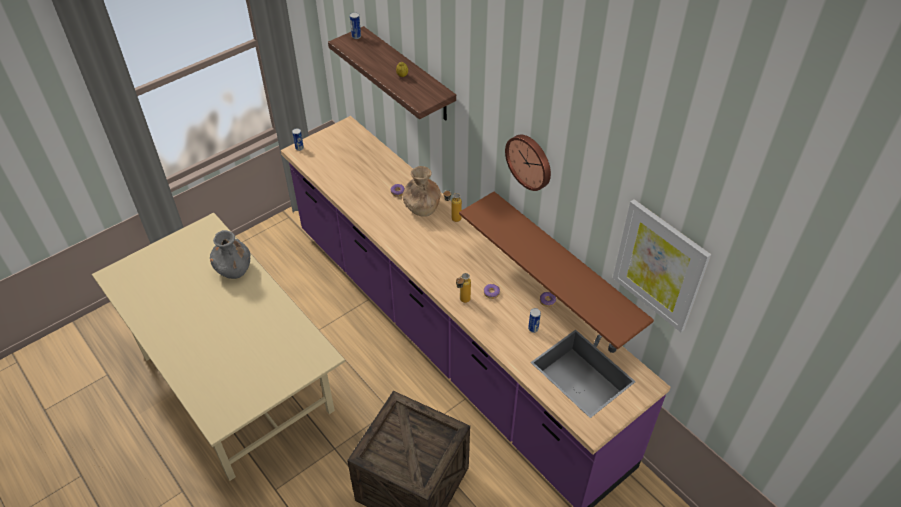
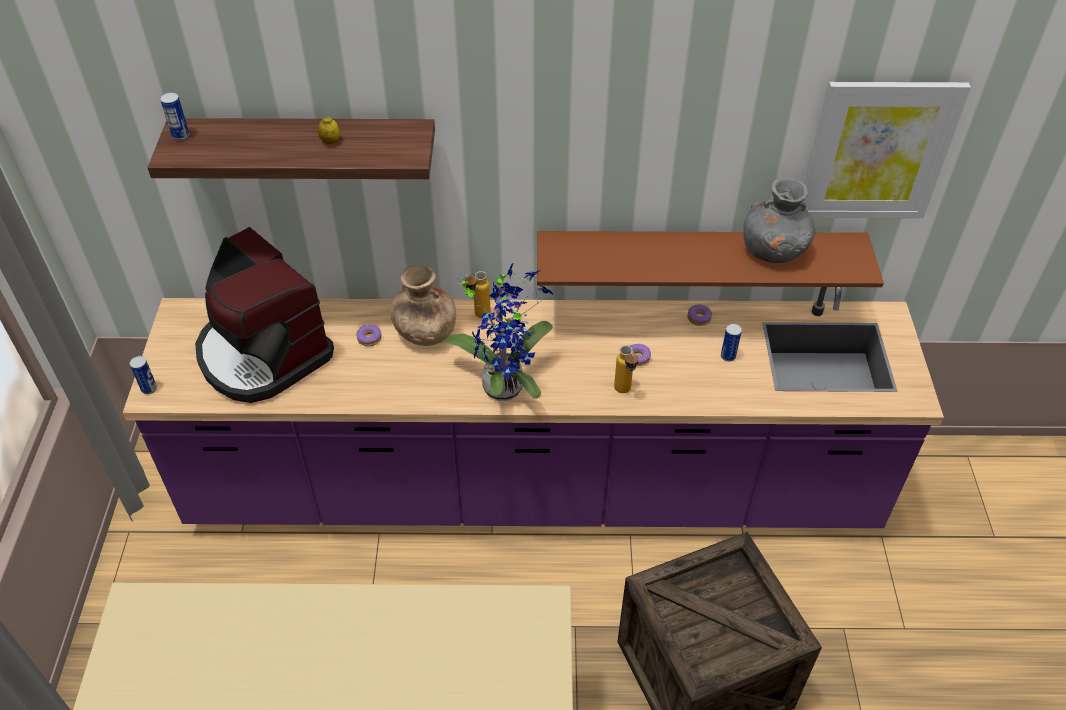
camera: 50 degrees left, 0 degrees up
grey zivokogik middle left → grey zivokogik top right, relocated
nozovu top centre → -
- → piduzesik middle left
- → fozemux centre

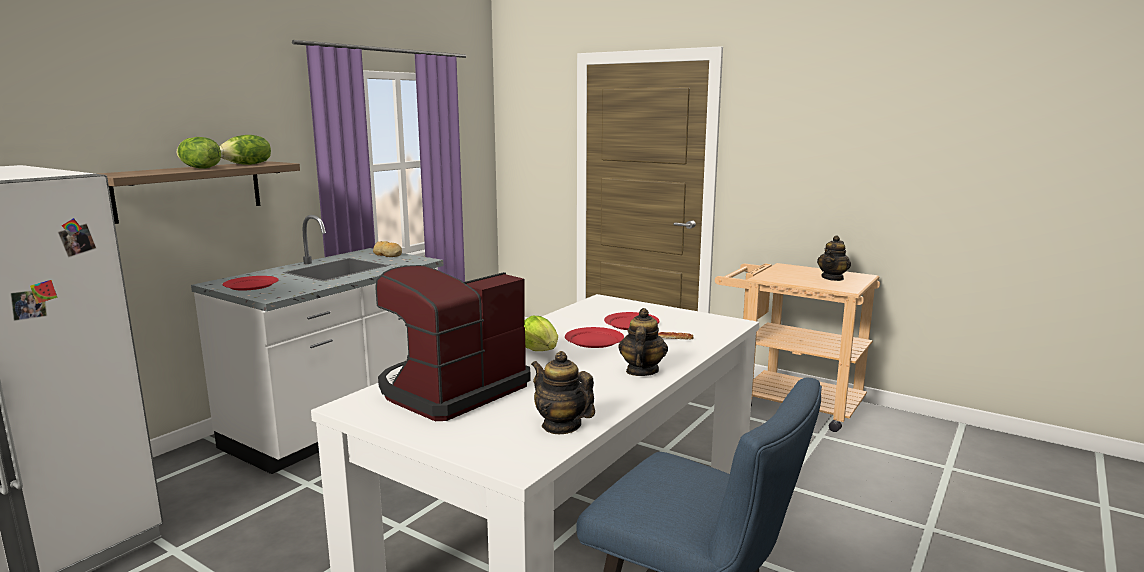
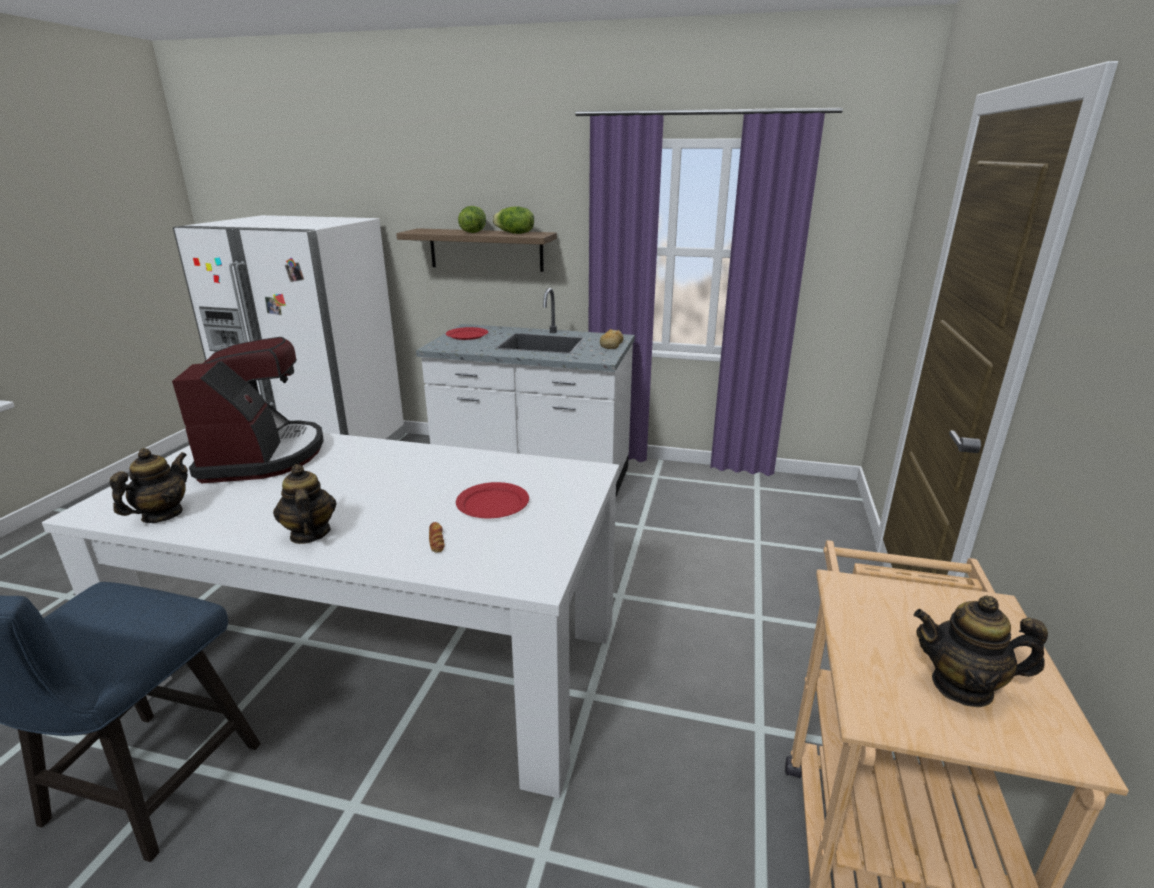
camera: 70 degrees right, 10 degrees up
piduzesik centre → piduzesik middle left, 60 degrees clockwise
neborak (no. 3 from left) centre → -
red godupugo (no. 2 from left) centre → -
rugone (no. 2 from left) centre → rugone (no. 2 from left) middle left, 105 degrees counterclockwise

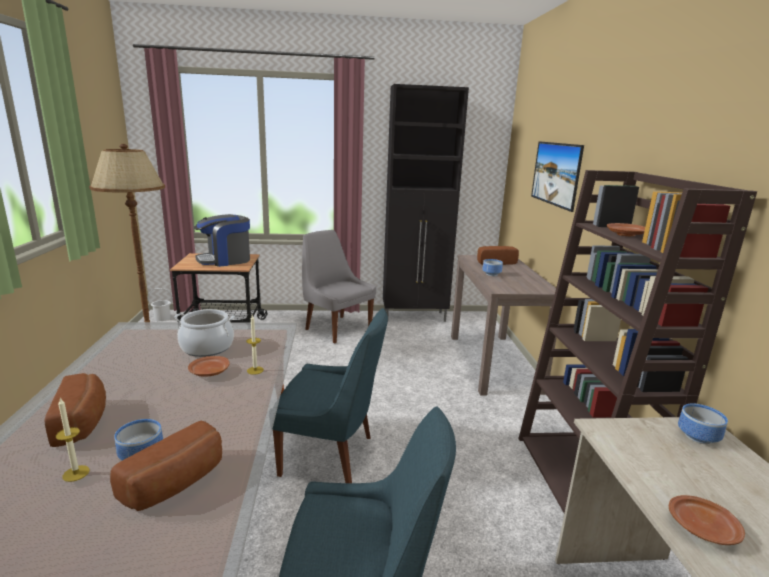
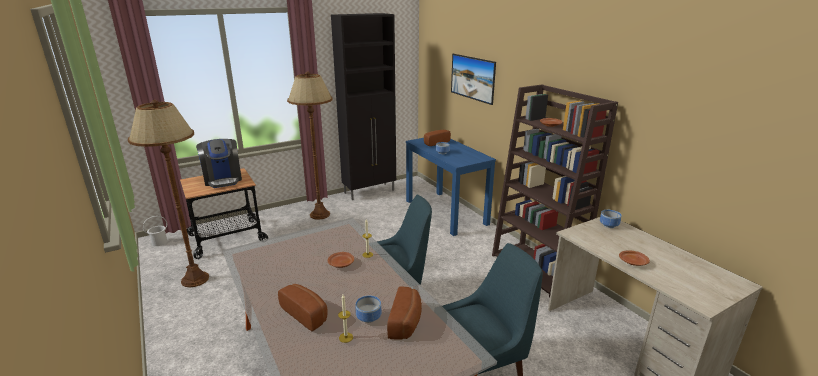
camera: 25 degrees left, 5 degrees up
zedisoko middle left → -
piduzesik middle left, 60 degrees counterclockwise
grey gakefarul centre → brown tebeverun (no. 2 from left) centre
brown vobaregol centre → blue vobaregol centre

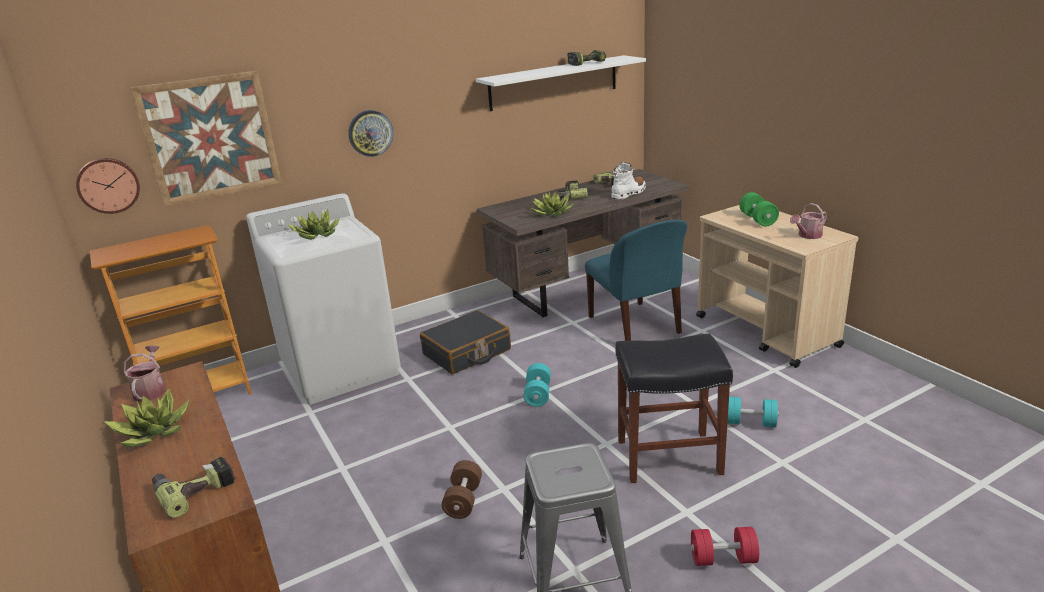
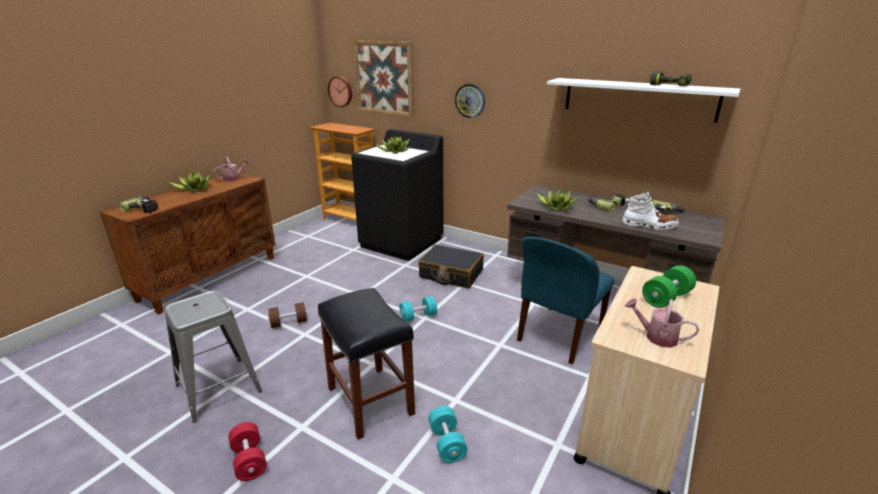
camera: 60 degrees right, 0 degrees up
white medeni middle left → black medeni centre

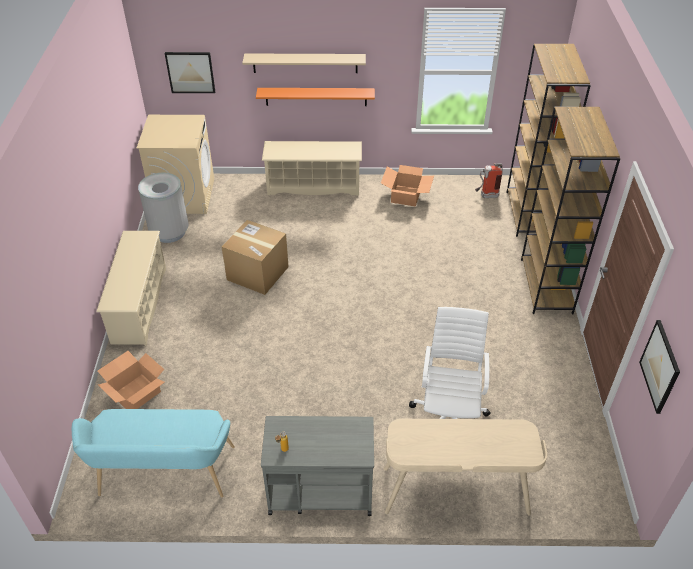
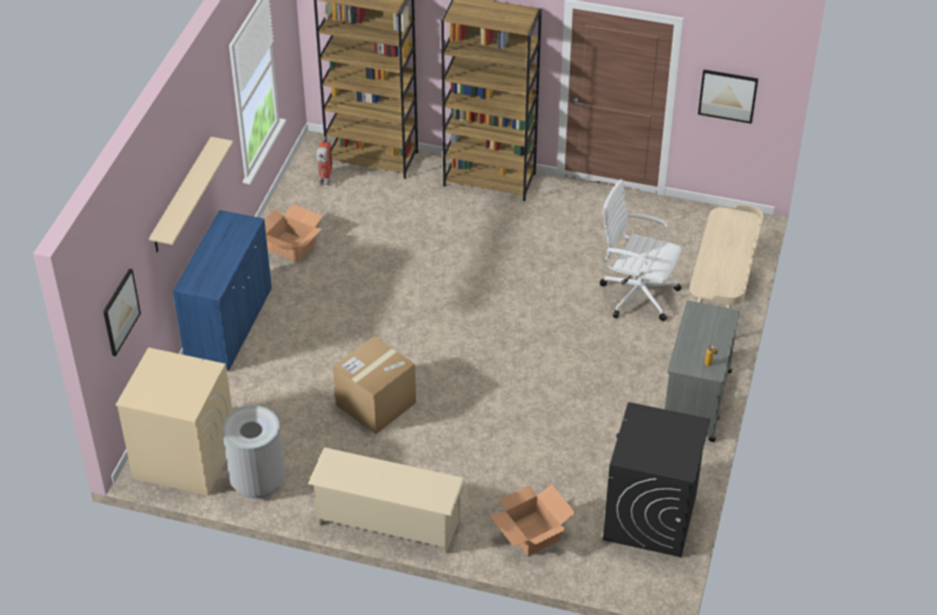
camera: 75 degrees left, 0 degrees up
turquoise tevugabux bottom left → black medeni bottom right
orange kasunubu top centre → -
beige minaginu (no. 2 from left) top centre → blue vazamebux middle left

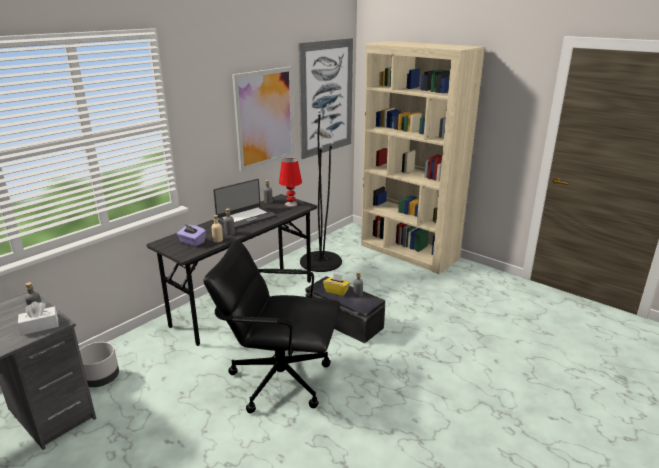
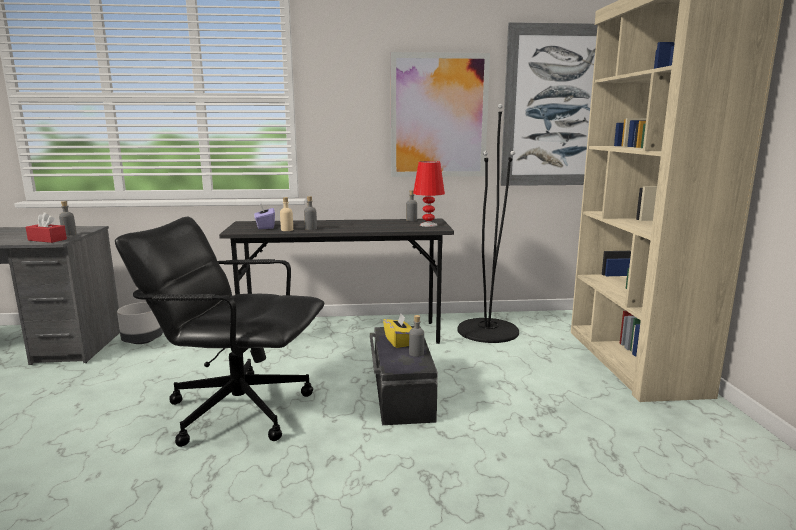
camera: 45 degrees right, 10 degrees down
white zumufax bottom left → red zumufax middle left
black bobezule bottom centre → black bobezule middle left, 45 degrees counterclockwise
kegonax centre → -

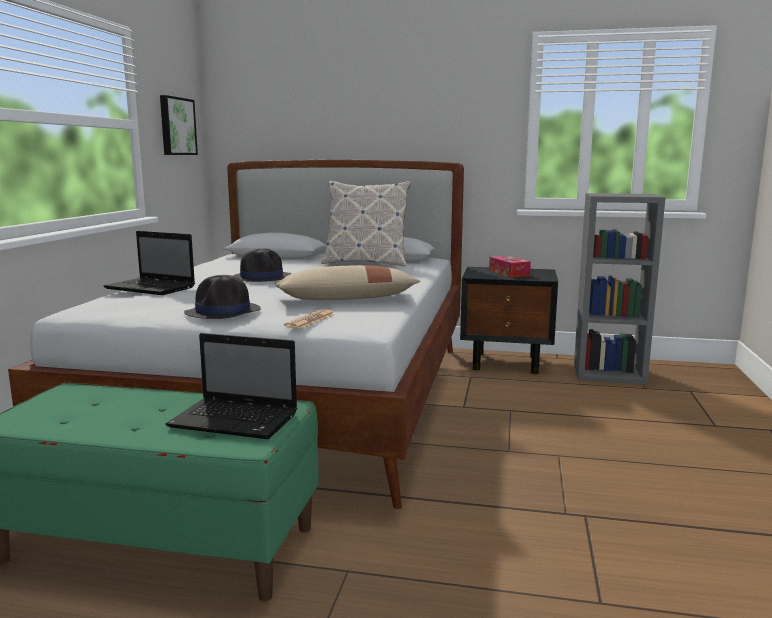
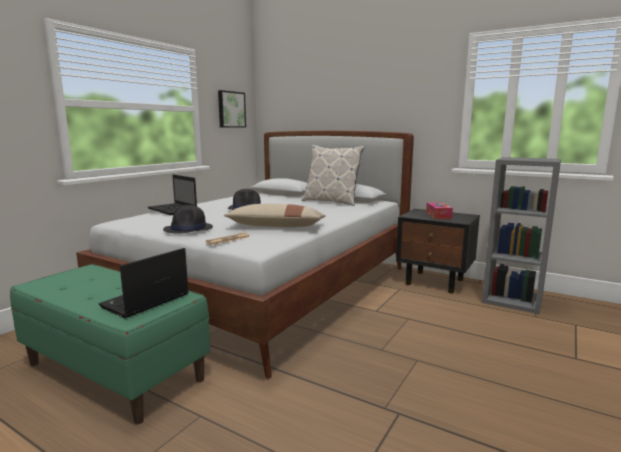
camera: 20 degrees right, 0 degrees up
kegonax (no. 2 from left in the first image) middle left → kegonax (no. 1 from left) middle left, 90 degrees clockwise

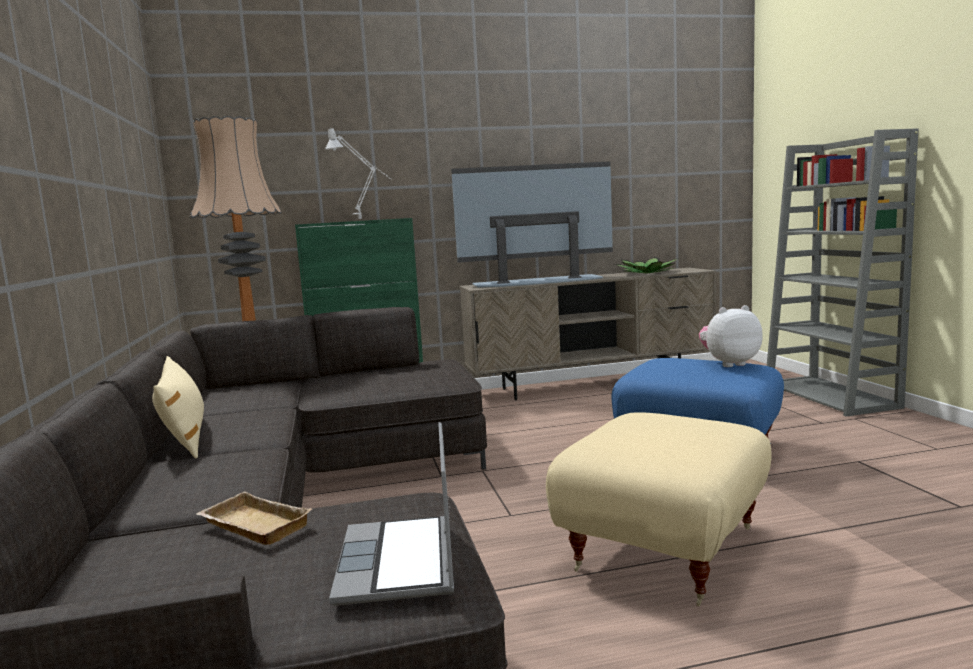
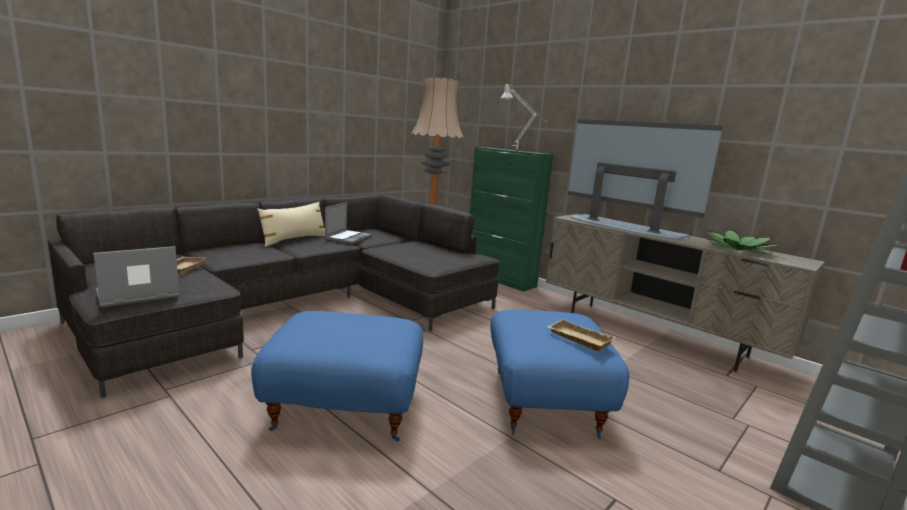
camera: 55 degrees right, 5 degrees up
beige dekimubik bottom right → blue dekimubik (no. 1 from left) bottom centre
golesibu middle right → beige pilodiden (no. 2 from left) centre
- → kegonax (no. 2 from left) centre

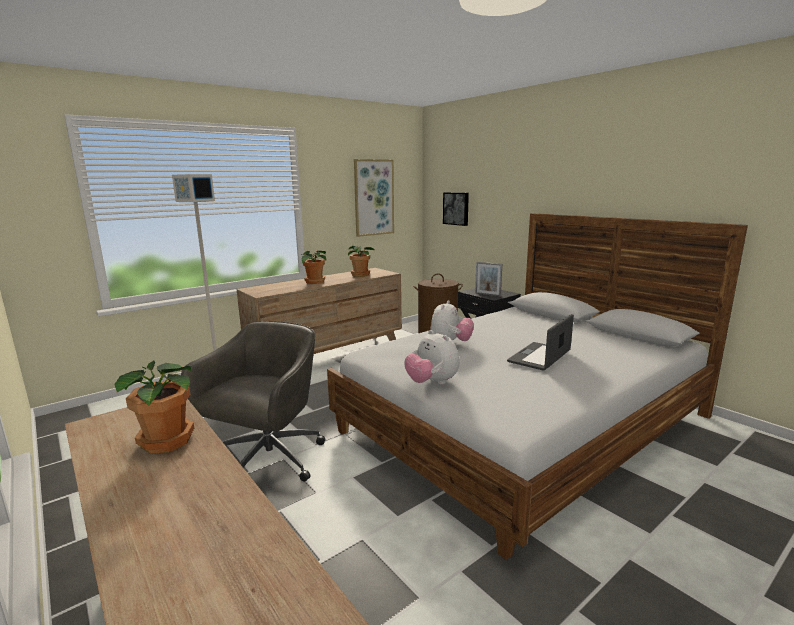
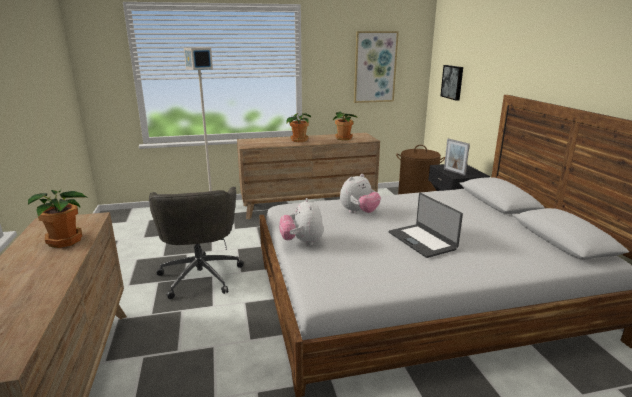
camera: 25 degrees right, 5 degrees up
grey bobezule middle left, 120 degrees clockwise
kegonax middle right, 90 degrees counterclockwise

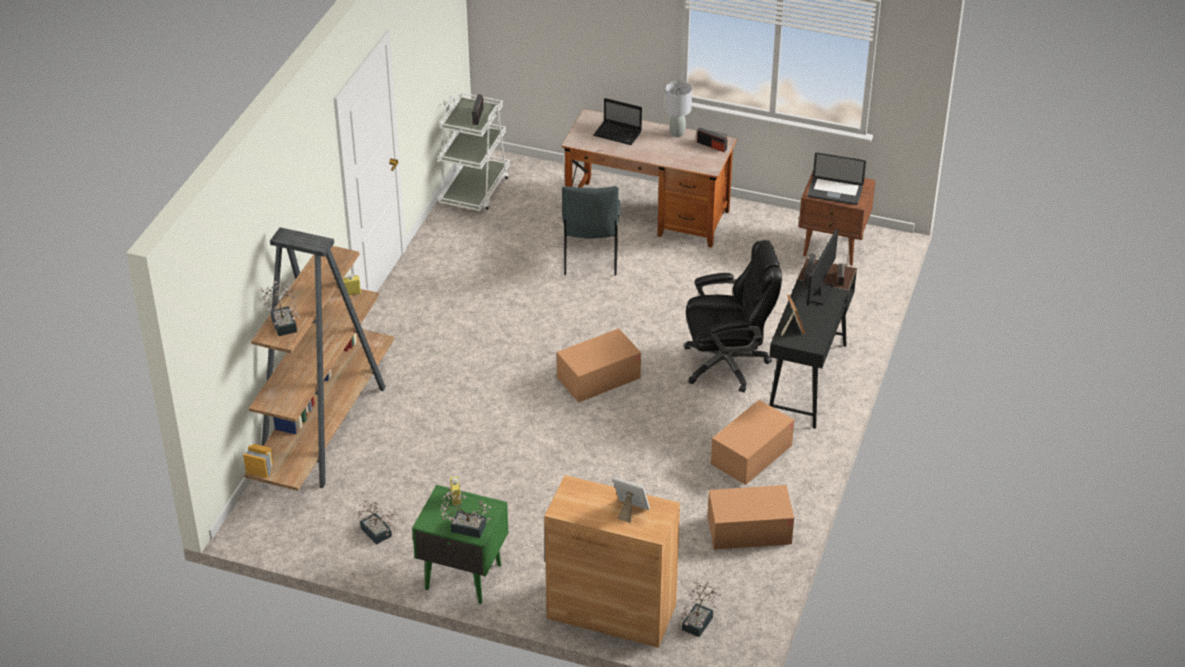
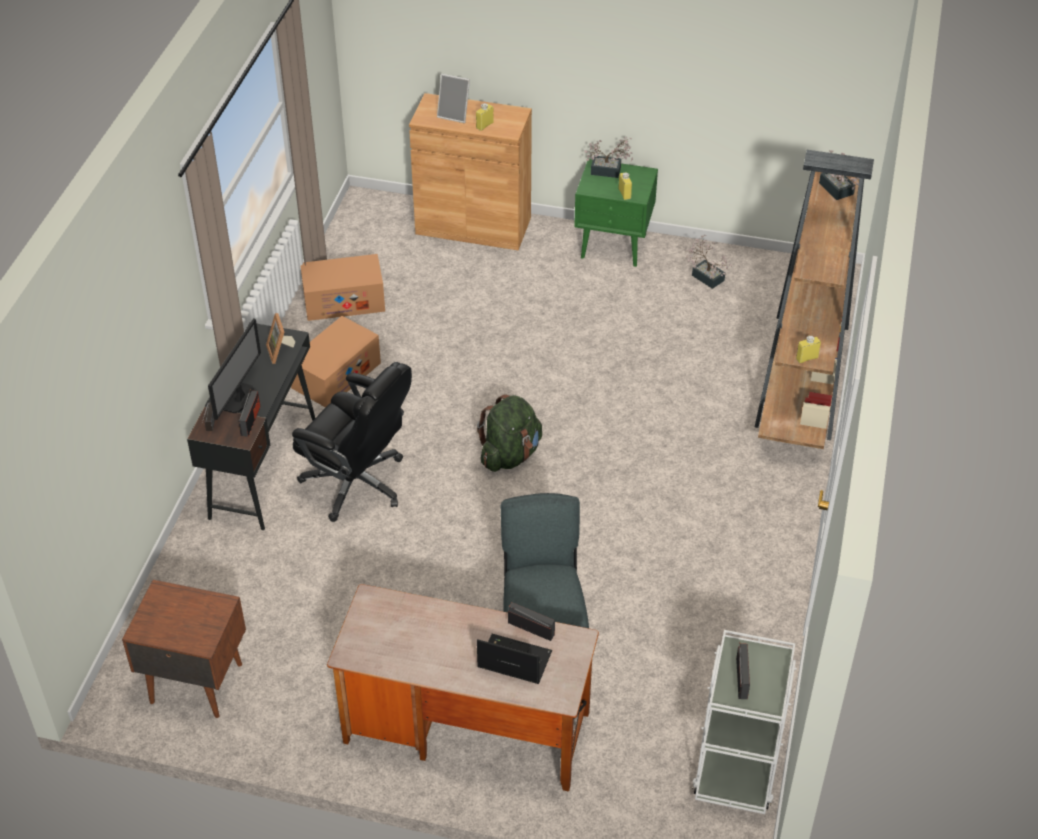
camera: 175 degrees right, 5 degrees up
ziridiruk (no. 1 from left) centre → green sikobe centre
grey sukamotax top centre → -
fozemux (no. 4 from left) bottom centre → -
black bobezule centre, 135 degrees counterclockwise
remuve (no. 2 from left in the first image) top centre → remuve (no. 3 from left) bottom centre, relocated
kegonax (no. 2 from left) top right → -
- → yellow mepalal (no. 1 from left) top centre

